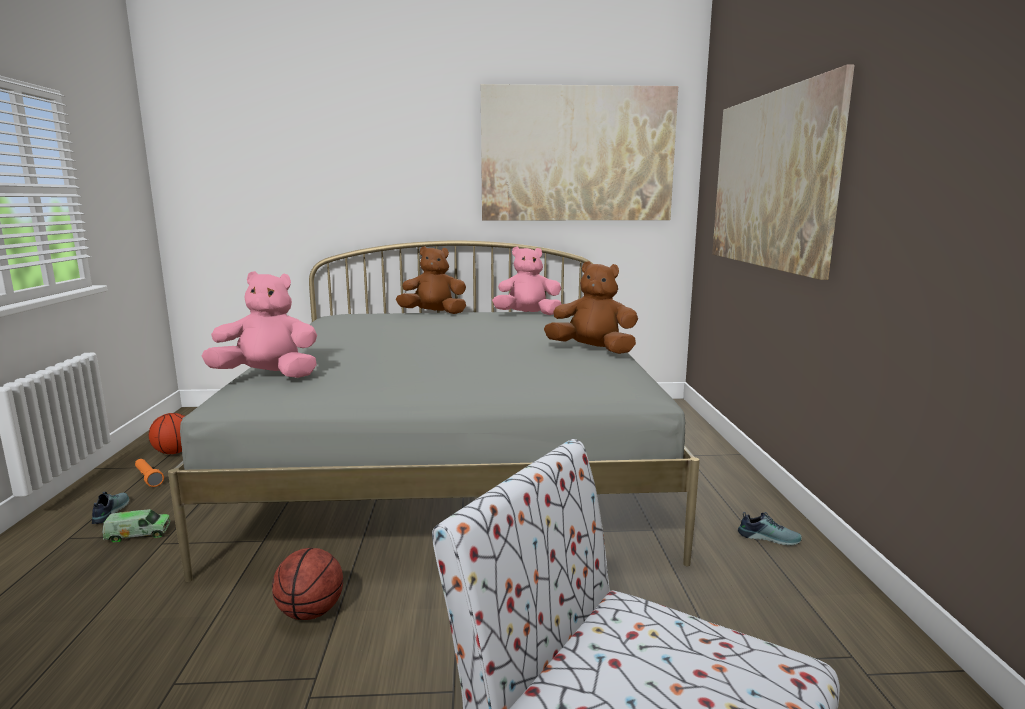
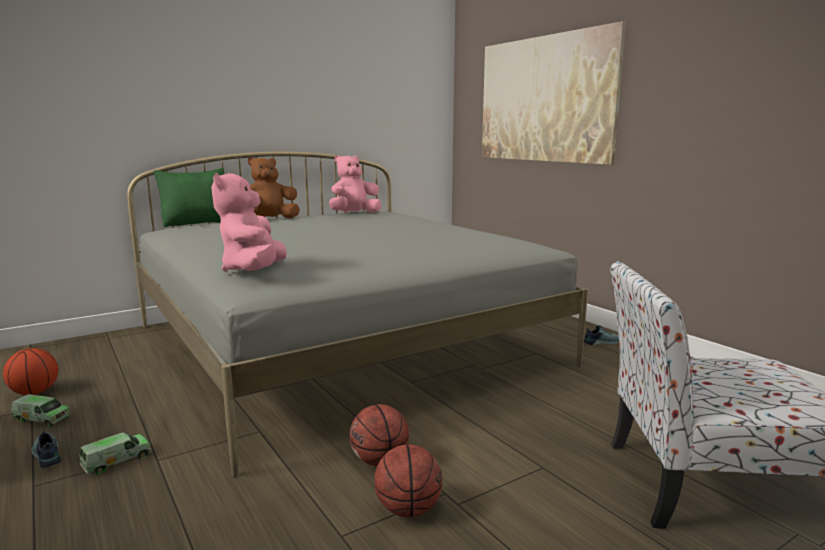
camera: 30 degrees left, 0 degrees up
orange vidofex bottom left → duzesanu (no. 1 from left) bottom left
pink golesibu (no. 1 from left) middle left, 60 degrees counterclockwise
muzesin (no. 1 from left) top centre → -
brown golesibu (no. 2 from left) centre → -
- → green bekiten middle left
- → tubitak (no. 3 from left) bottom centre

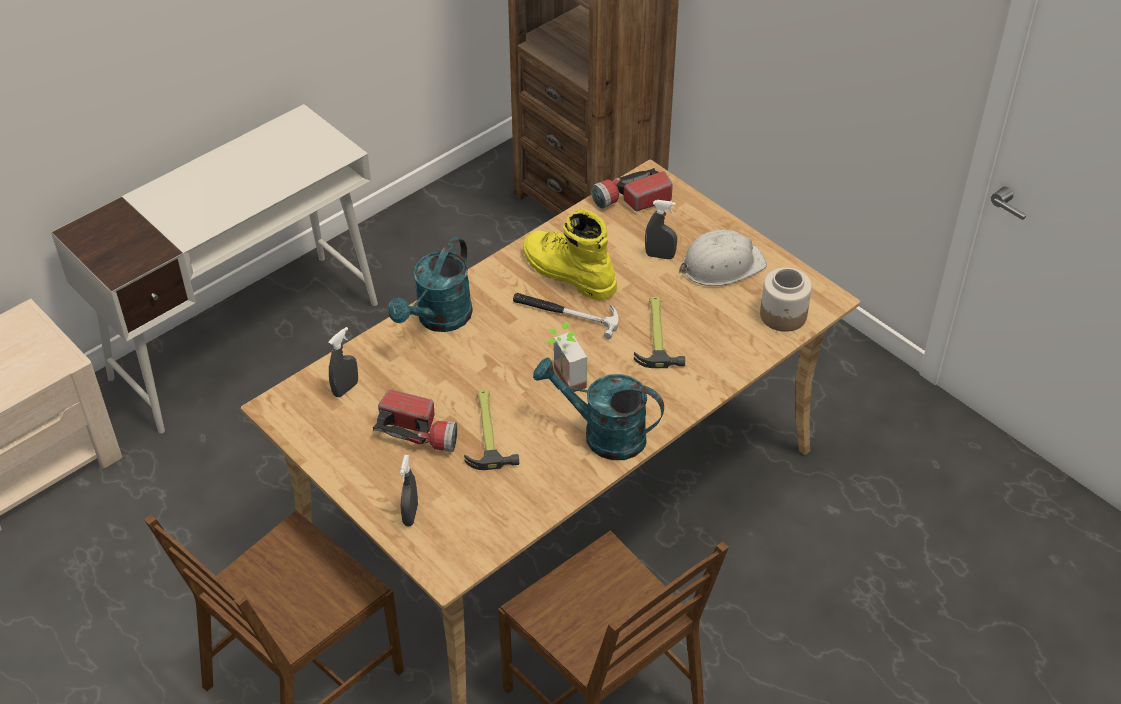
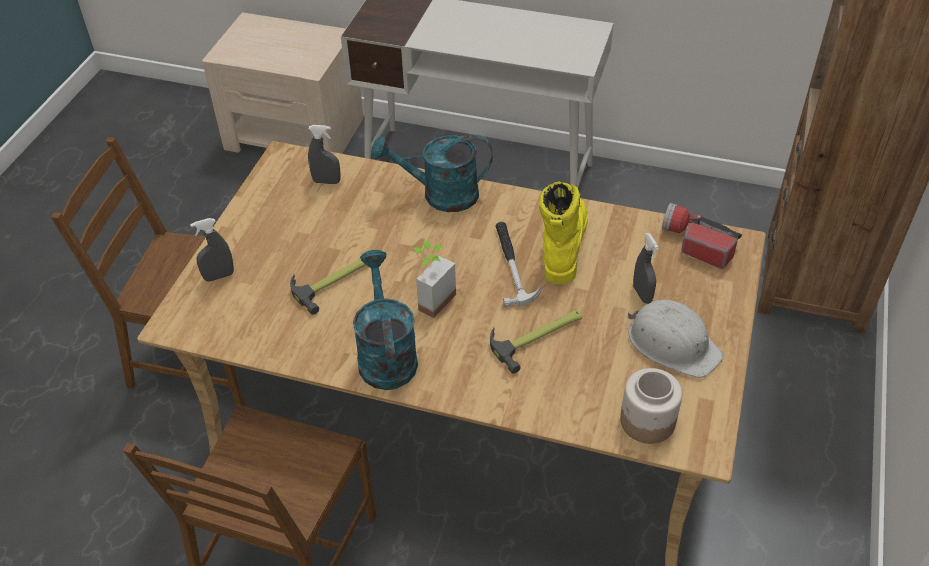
camera: 60 degrees right, 0 degrees up
vidofex (no. 1 from left) centre → -

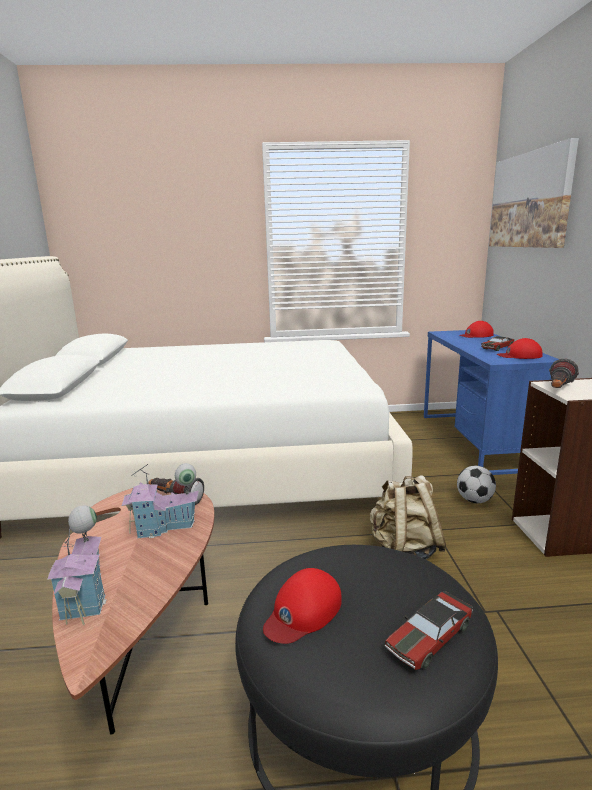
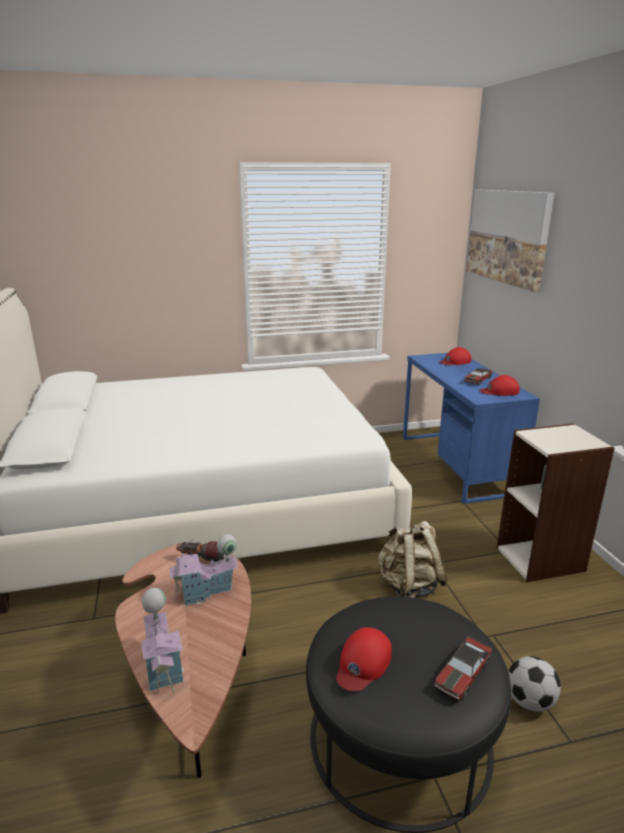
camera: 10 degrees left, 5 degrees up
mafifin middle right → mafifin bottom right, relocated
vidofex (no. 2 from left) middle right → -

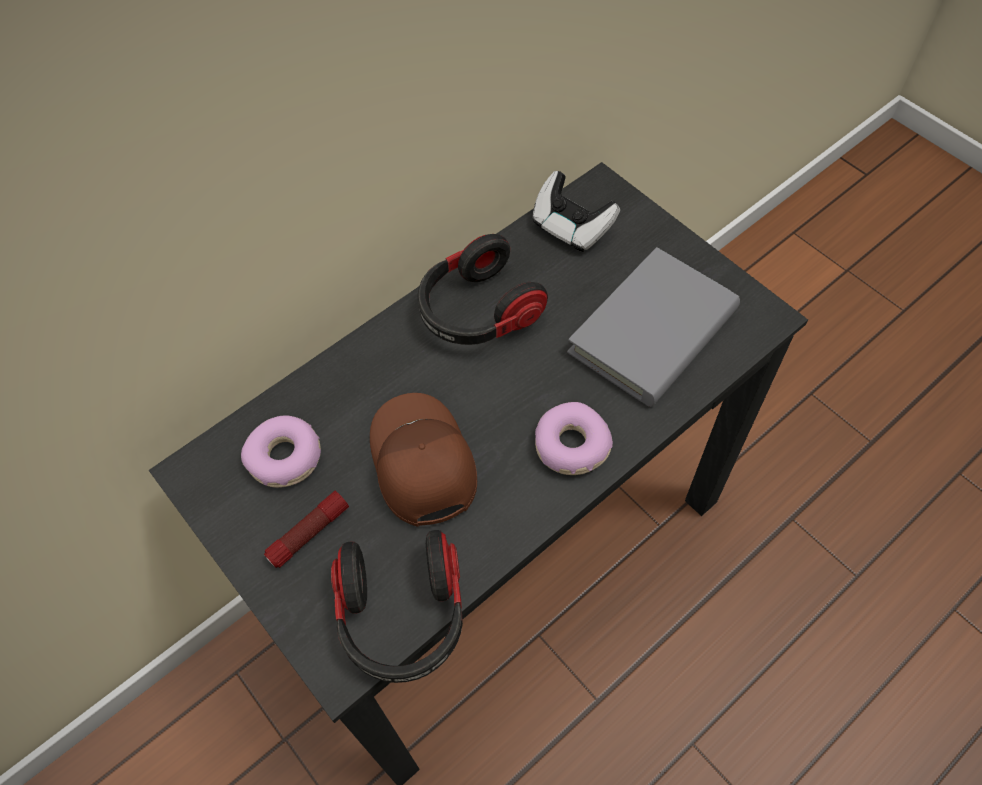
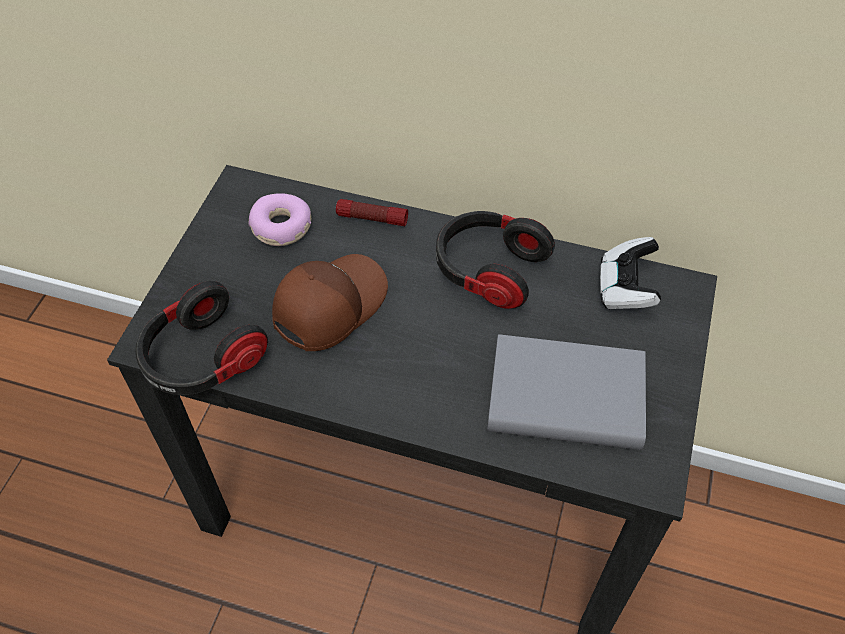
camera: 55 degrees right, 5 degrees down
vidofex bottom left → vidofex centre, relocated
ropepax (no. 2 from left) centre → -

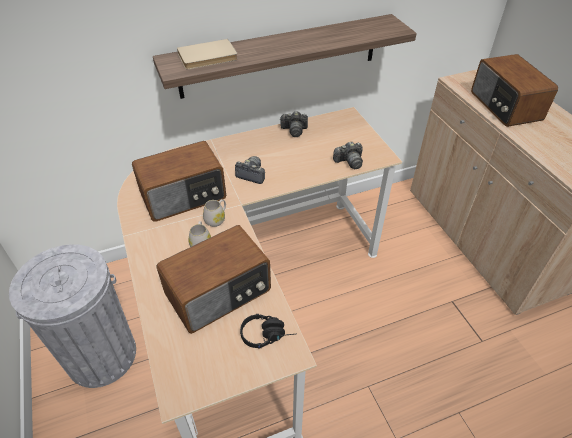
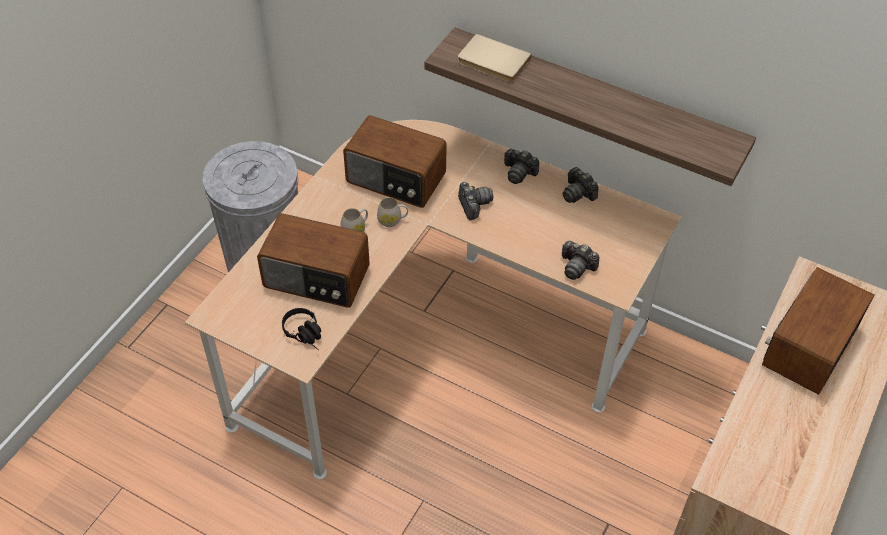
camera: 50 degrees right, 5 degrees up
- → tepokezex (no. 2 from left) top centre

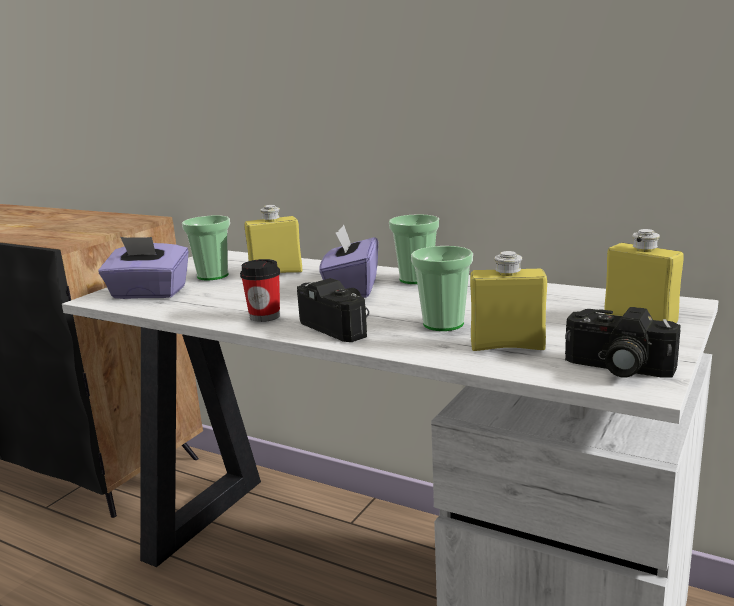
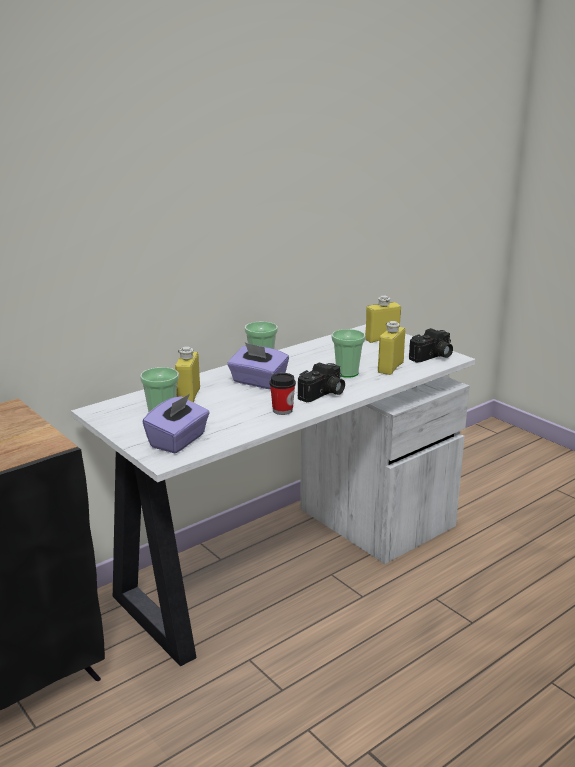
camera: 70 degrees left, 5 degrees up
tepokezex (no. 1 from left) centre, 150 degrees clockwise

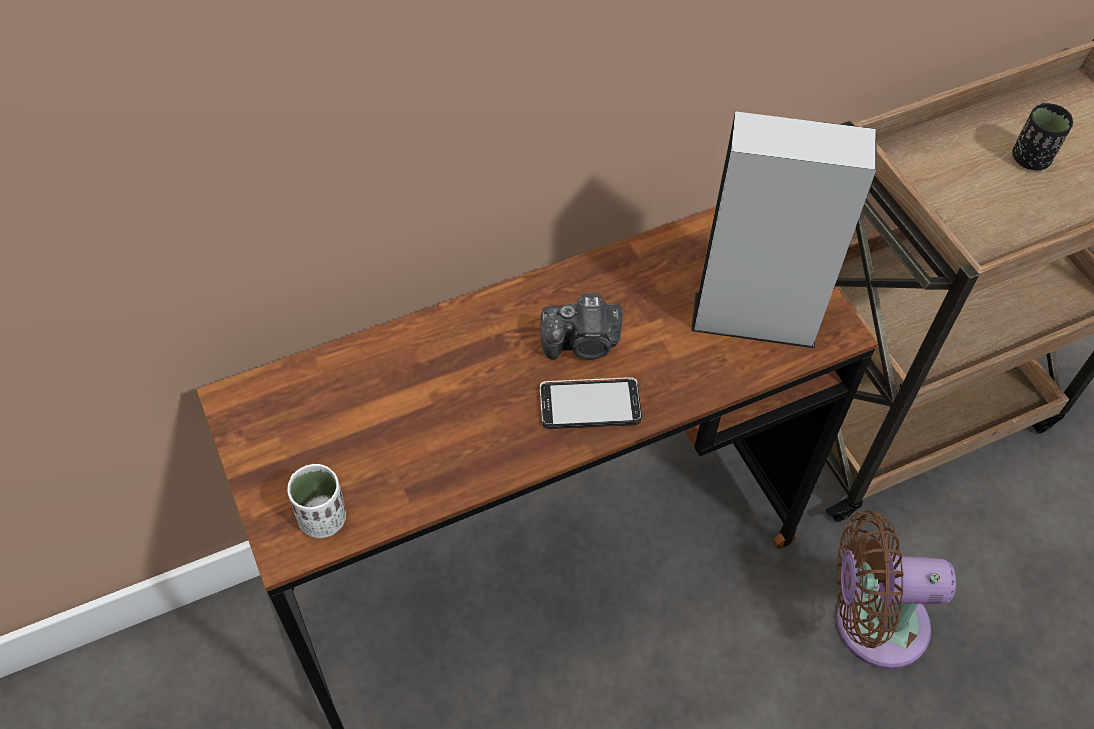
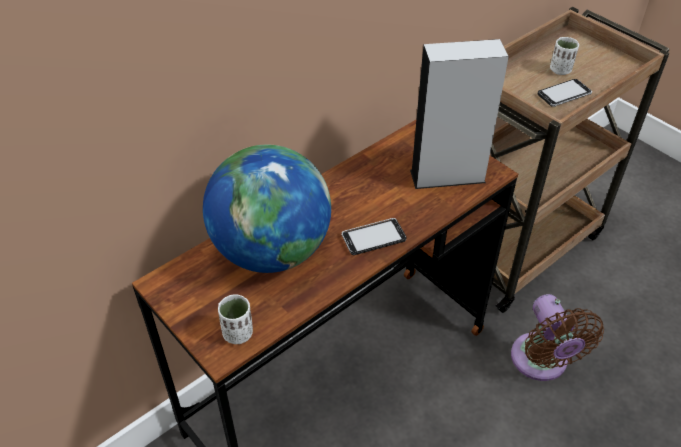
camera: 15 degrees left, 10 degrees down
tepokezex centre → -
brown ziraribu bottom right, 90 degrees counterclockwise
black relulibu top right → white relulibu (no. 2 from left) top right
- → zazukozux centre
- → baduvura (no. 2 from left) top right

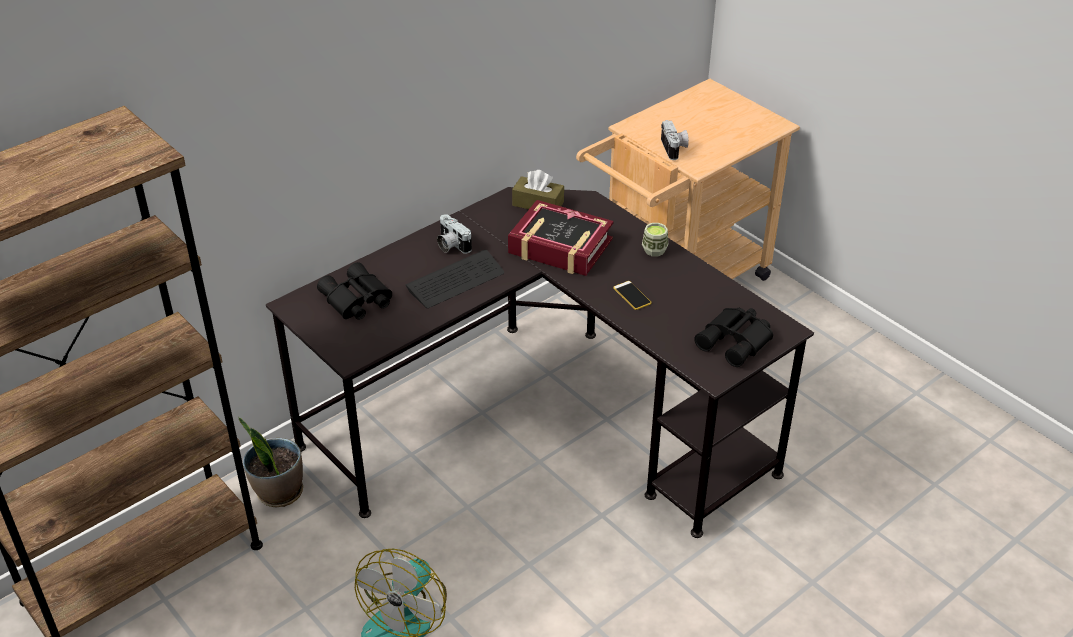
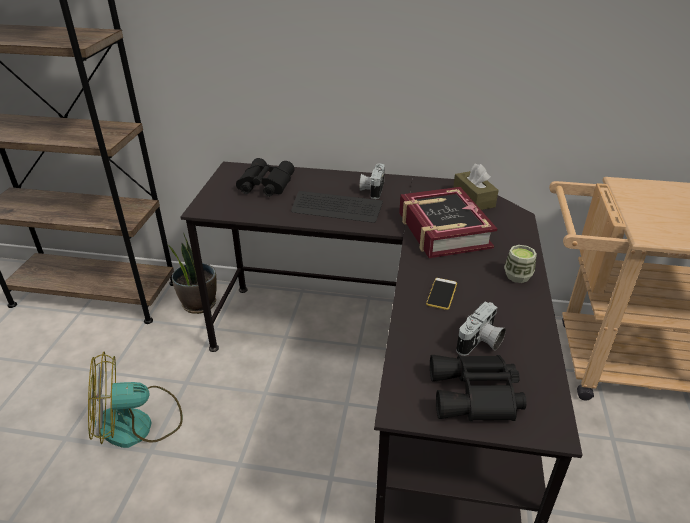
camera: 50 degrees right, 5 degrees down
tepokezex (no. 2 from left) top centre → tepokezex (no. 2 from left) middle right, relocated

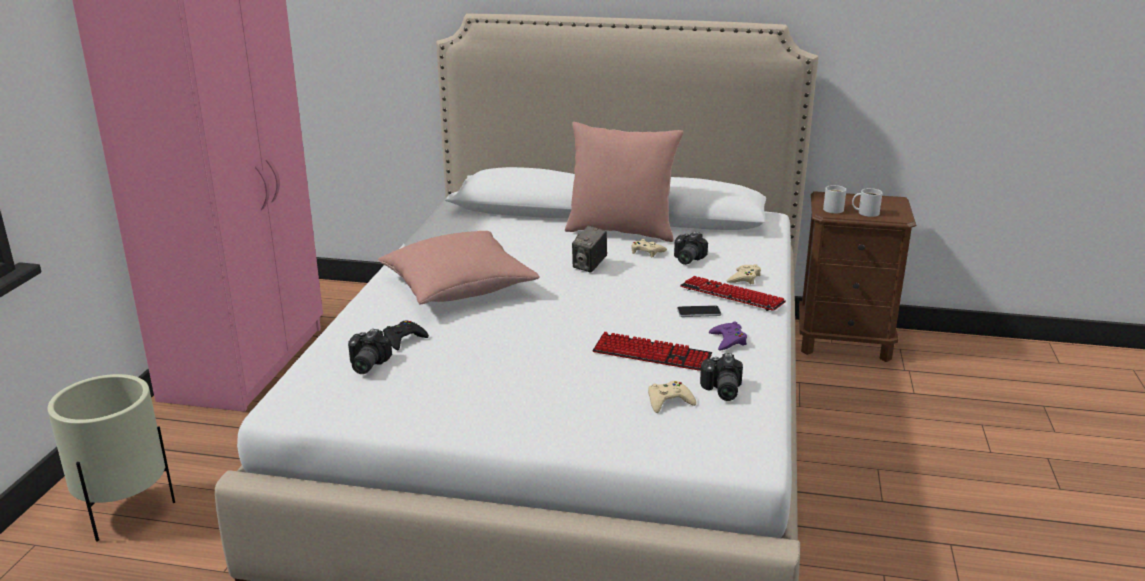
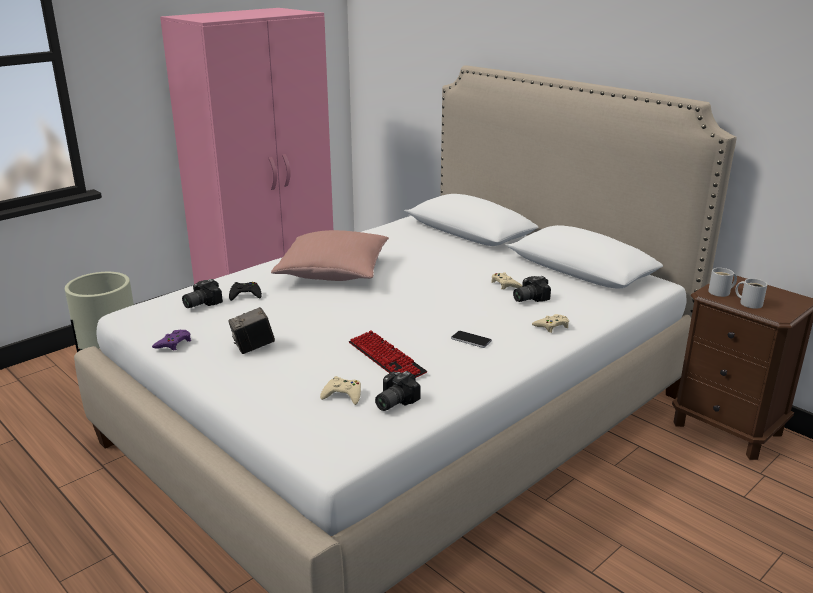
camera: 35 degrees right, 0 degrees up
pink bekiten (no. 2 from left) top centre → -
tepokezex (no. 2 from left) centre → tepokezex (no. 2 from left) middle left, relocated
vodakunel (no. 2 from left) centre → -
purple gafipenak centre → purple gafipenak middle left, relocated

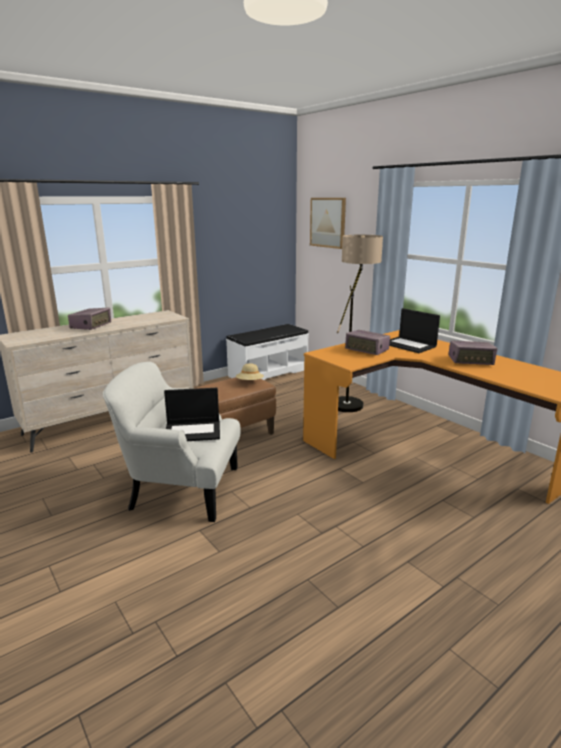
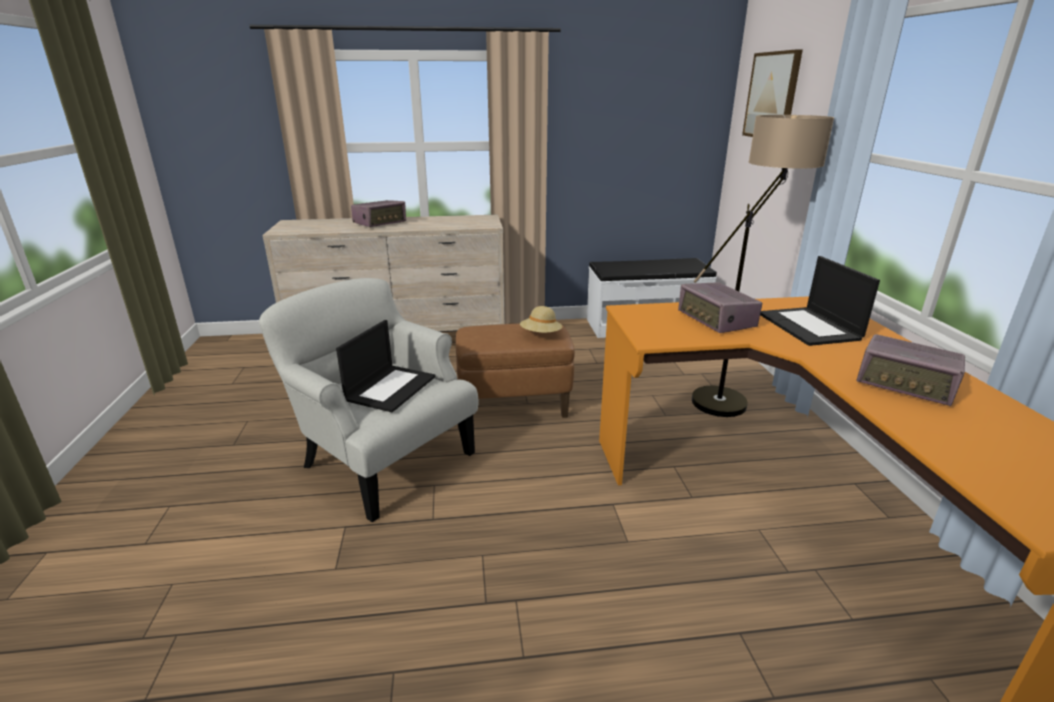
camera: 30 degrees right, 5 degrees up
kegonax (no. 1 from left) centre, 90 degrees counterclockwise

